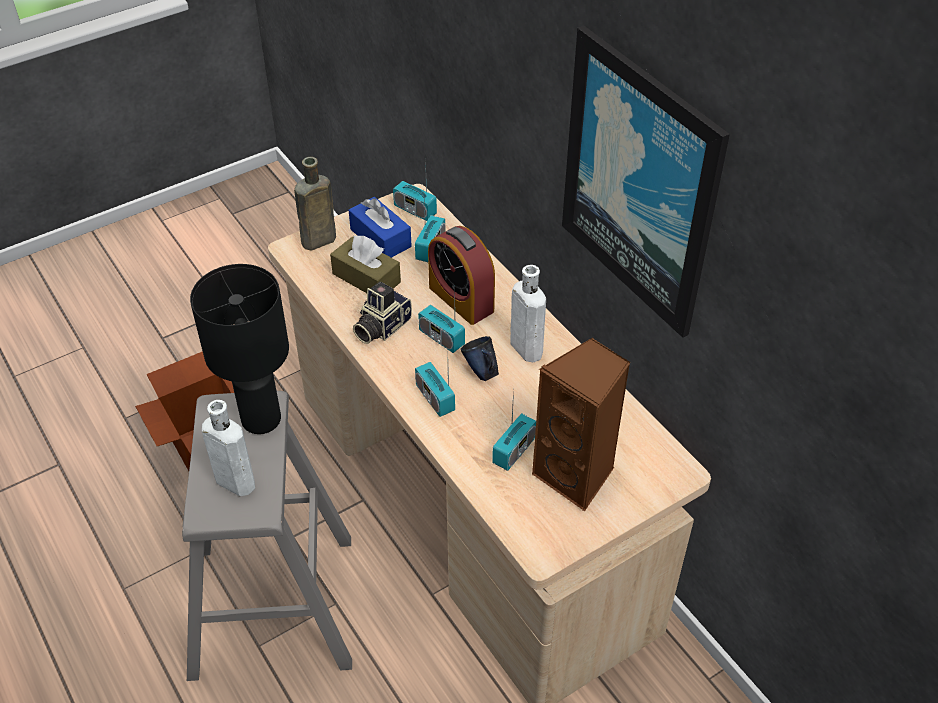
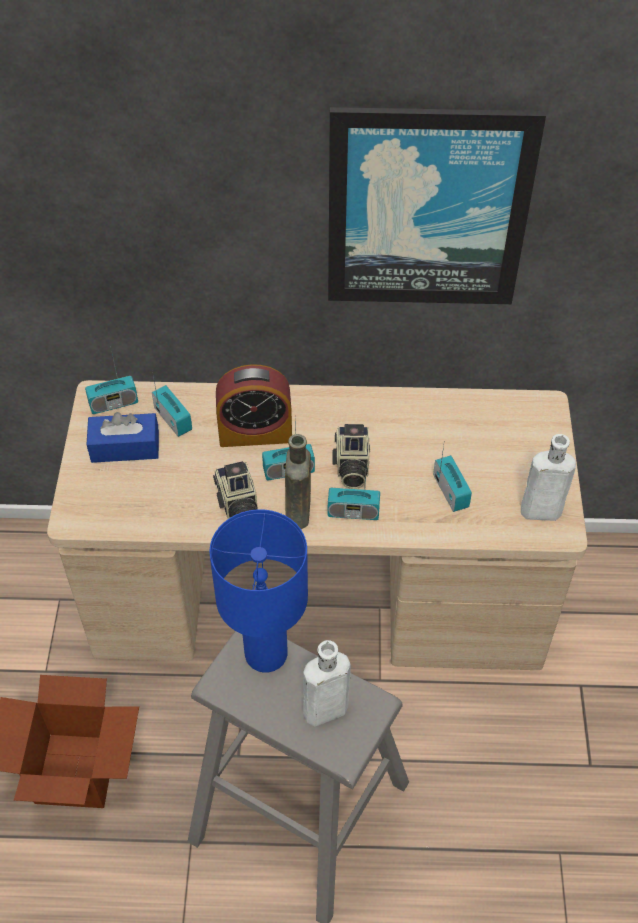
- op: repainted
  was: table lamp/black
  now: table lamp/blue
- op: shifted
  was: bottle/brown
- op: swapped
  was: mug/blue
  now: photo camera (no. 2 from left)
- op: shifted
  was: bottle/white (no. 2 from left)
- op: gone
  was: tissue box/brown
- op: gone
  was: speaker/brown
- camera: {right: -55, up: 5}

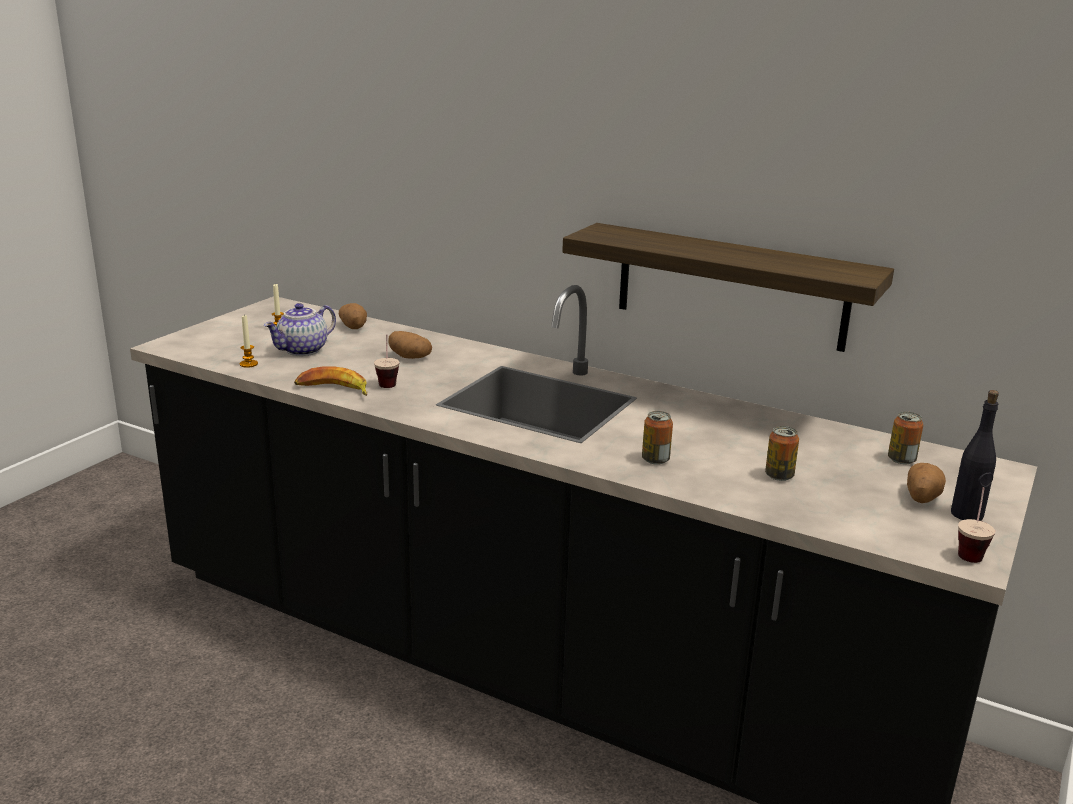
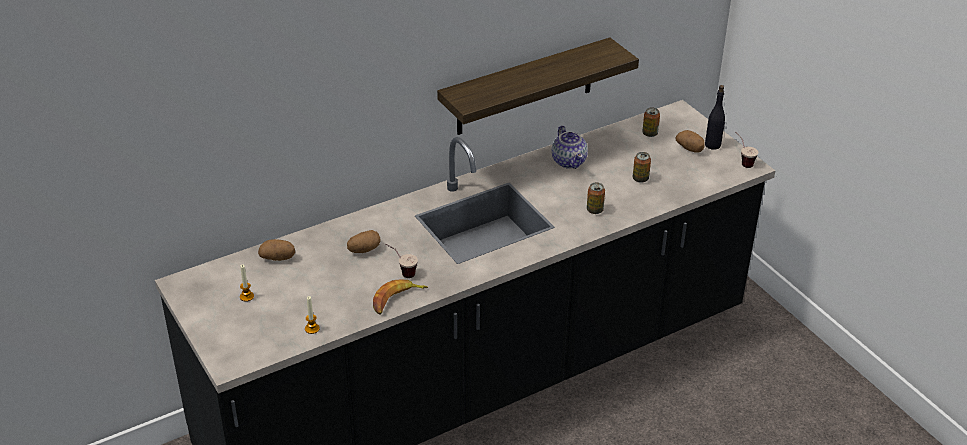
- op: shifted
  was: teapot
- camera: {right: -60, up: 15}

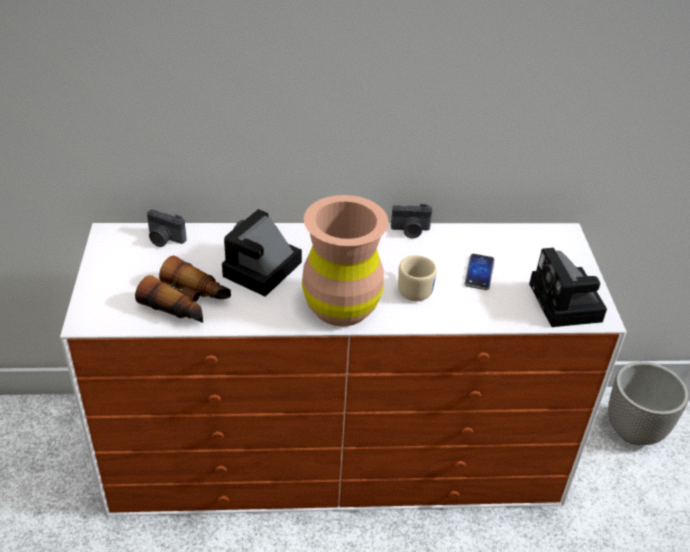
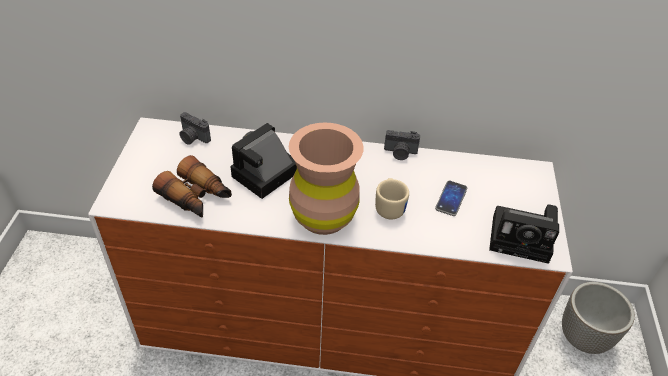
- op: rotated
  was: photo camera (no. 4 from left)
  clockwise: -75
- camera: {right: 10, up: 5}

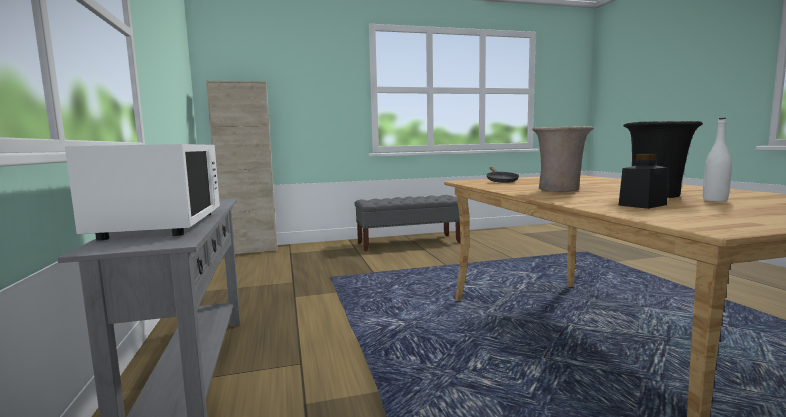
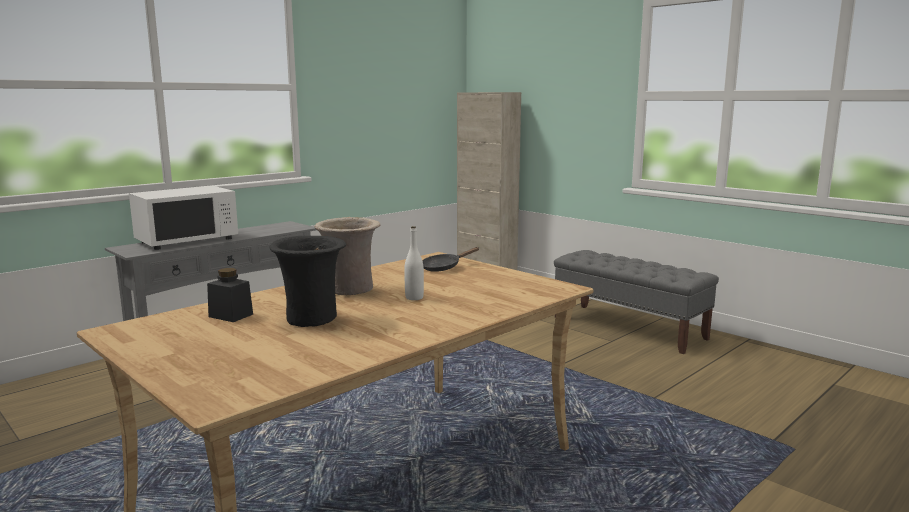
- op: shifted
  was: bottle/white
- camera: {right: 60, up: 5}

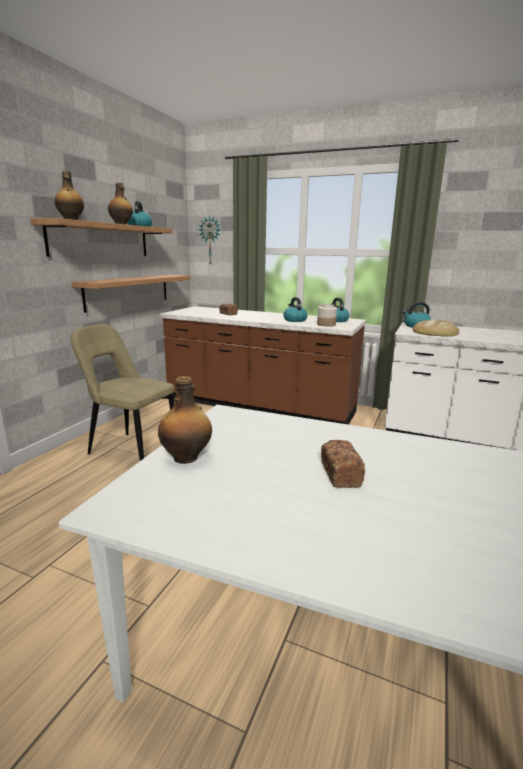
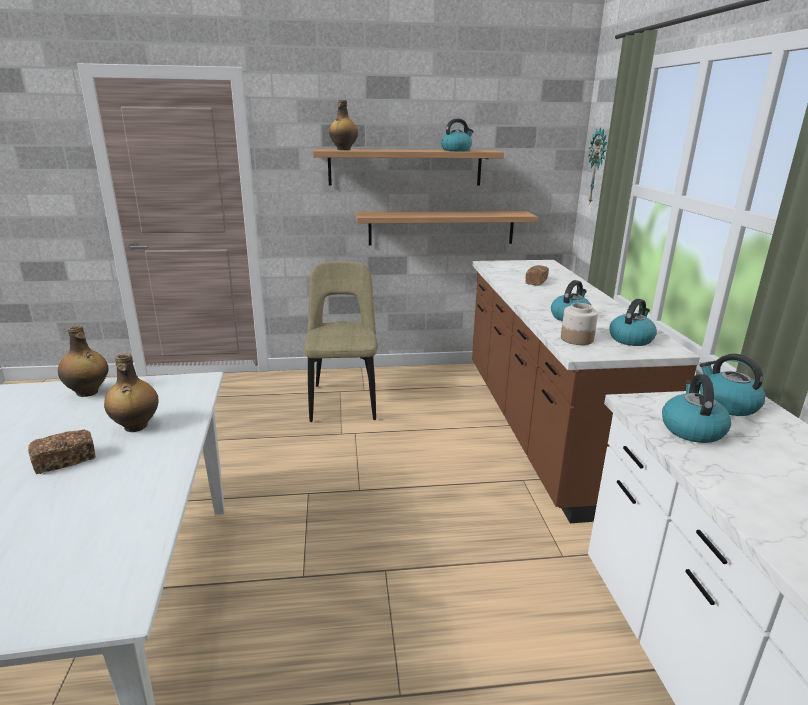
- op: shifted
  was: bottle (no. 2 from left)
- op: swapped
  was: bread (no. 3 from left)
  now: kettle (no. 4 from left)
- camera: {right: 60, up: 5}

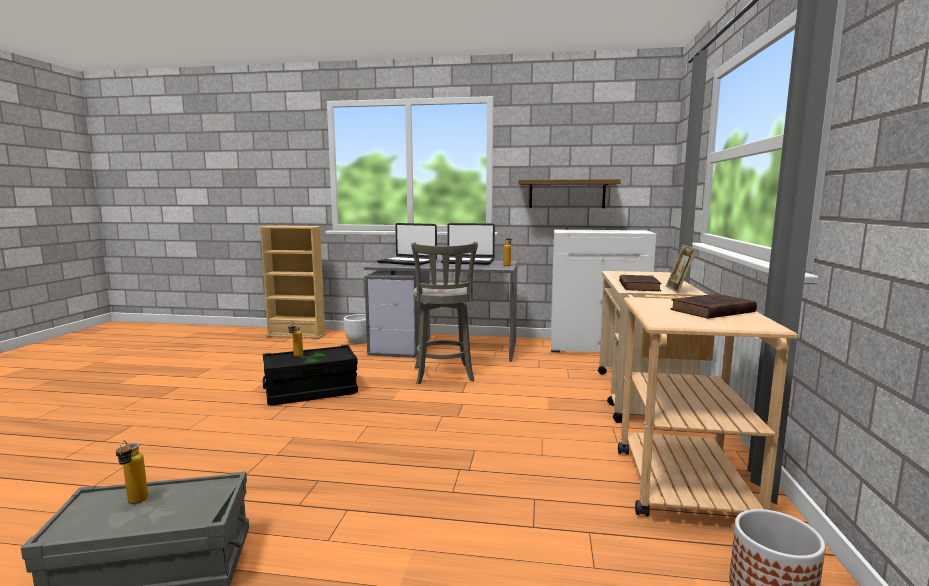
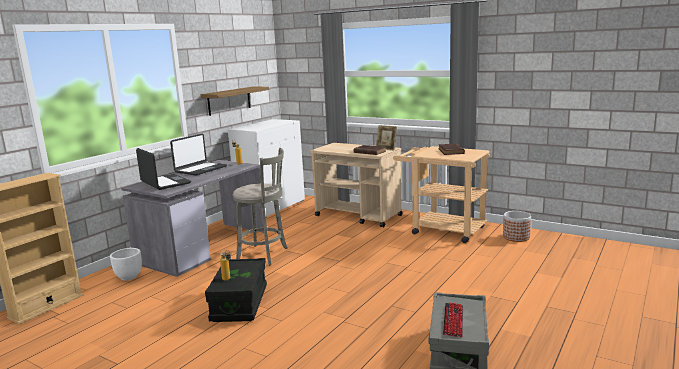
- op: rotated
  was: laptop (no. 1 from left)
  clockwise: -90
- op: swapped
  was: bottle (no. 1 from left)
  now: keyboard
- camera: {right: -65, up: 5}

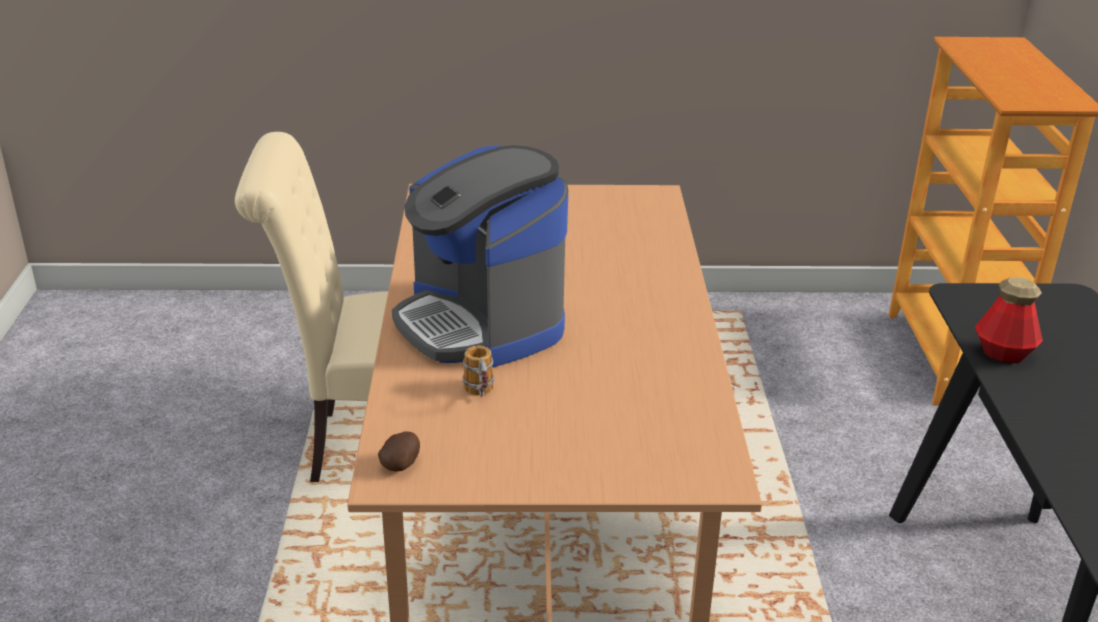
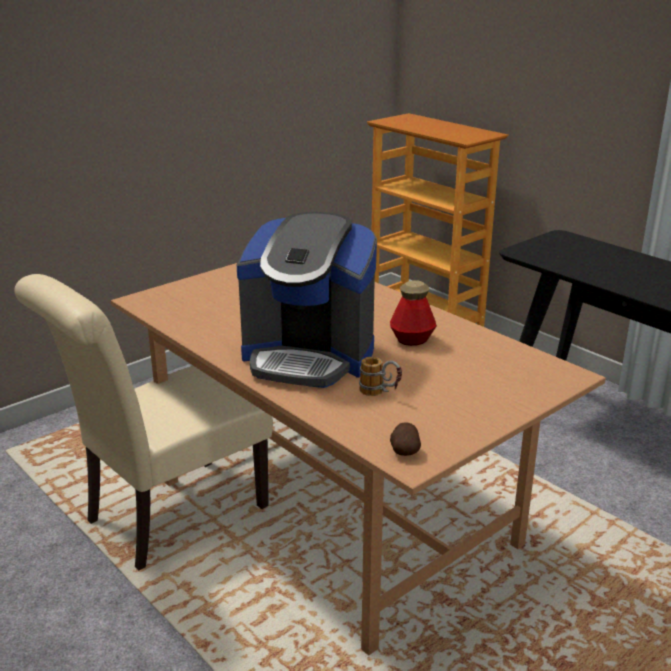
- op: shifted
  was: bottle
- camera: {right: -40, up: -5}

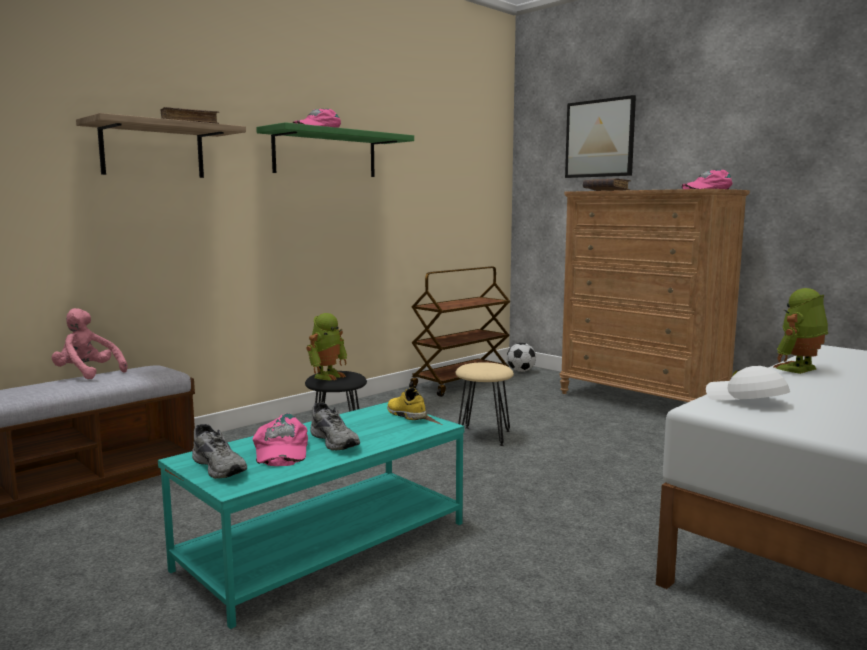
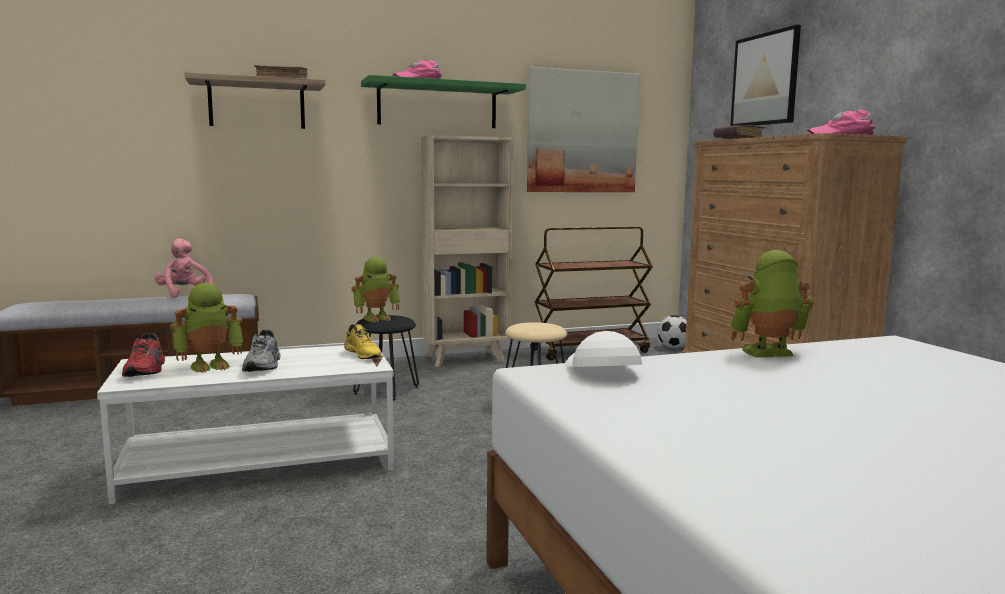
- op: repainted
  was: coffee table/turquoise
  now: coffee table/white
- op: repainted
  was: shoe/grey (no. 1 from left)
  now: shoe/red
- op: swapped
  was: cap/pink (no. 1 from left)
  now: toy robot (no. 1 from left)
- op: rotated
  was: shoe/yellow
  clockwise: 150
- op: new
  now: bookcase/beige
- op: new
  now: picture (no. 1 from left)
- camera: {right: 25, up: 0}

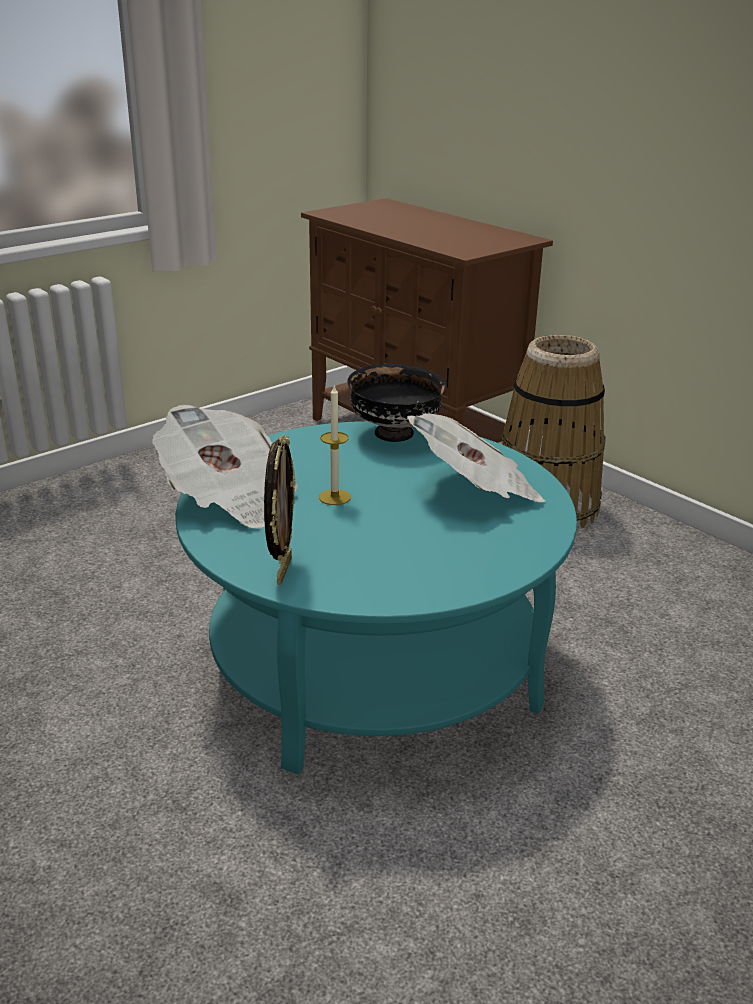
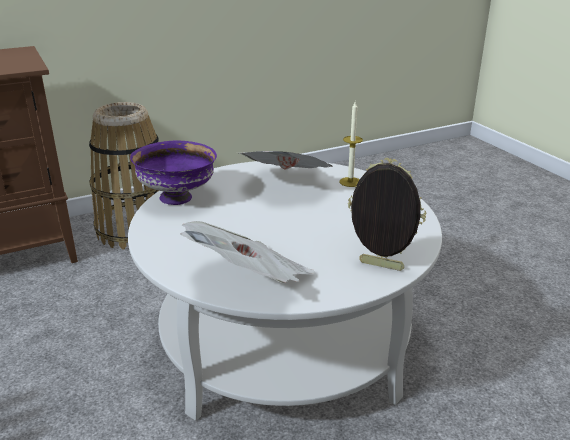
- op: repainted
  was: coffee table/turquoise
  now: coffee table/white
- op: repainted
  was: bowl/black
  now: bowl/purple
- op: shifted
  was: candle
- camera: {right: -75, up: 0}

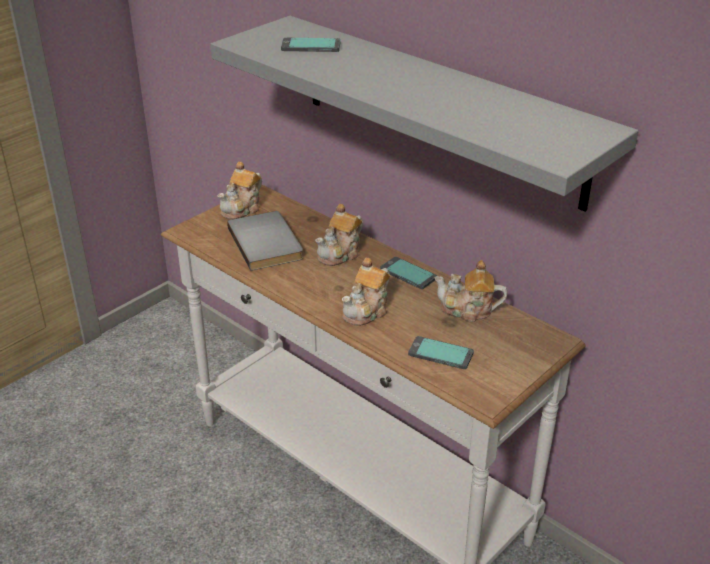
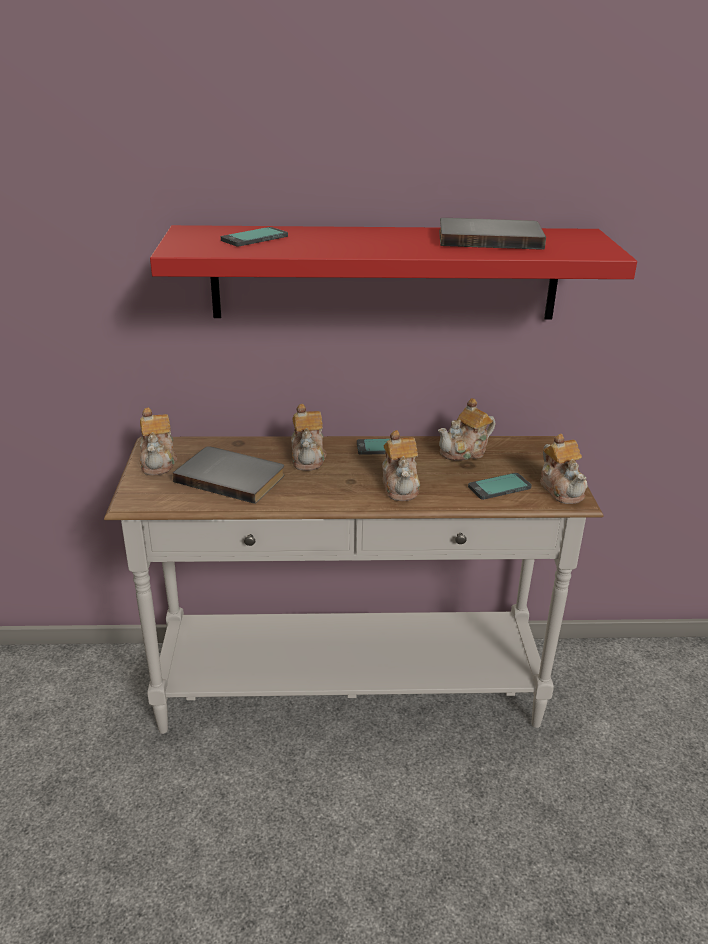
- op: repainted
  was: shelf/grey
  now: shelf/red
- op: new
  now: book/grey (no. 2 from left)
- op: new
  now: teapot (no. 5 from left)
- camera: {right: -45, up: -5}

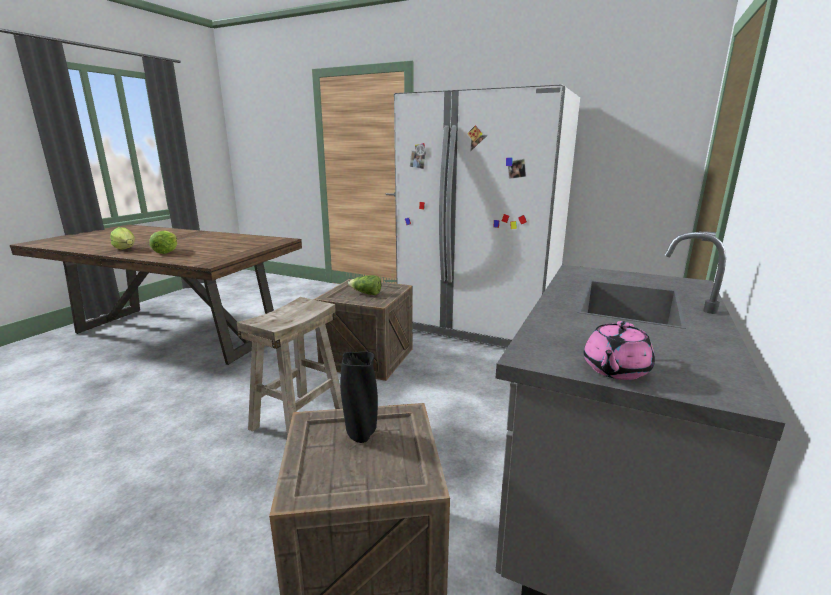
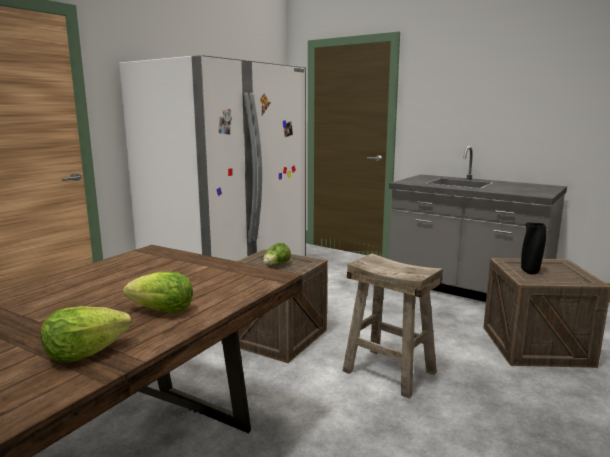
- op: gone
  was: teapot/pink
- camera: {right: -80, up: -5}

